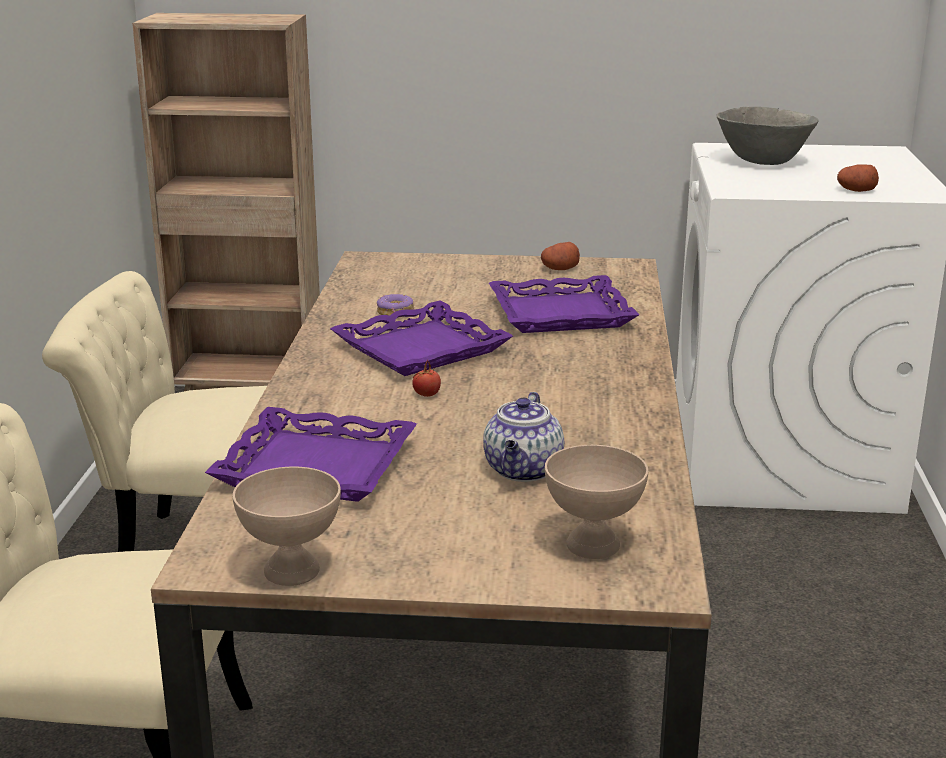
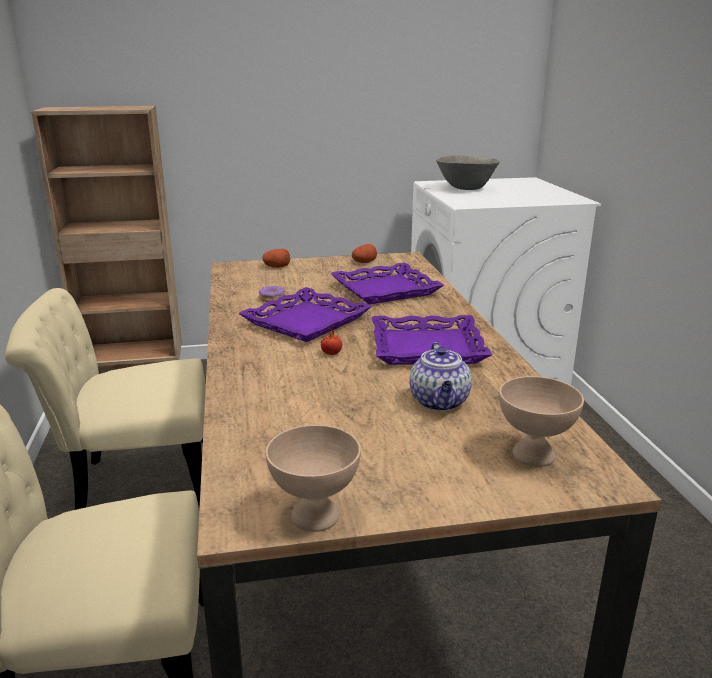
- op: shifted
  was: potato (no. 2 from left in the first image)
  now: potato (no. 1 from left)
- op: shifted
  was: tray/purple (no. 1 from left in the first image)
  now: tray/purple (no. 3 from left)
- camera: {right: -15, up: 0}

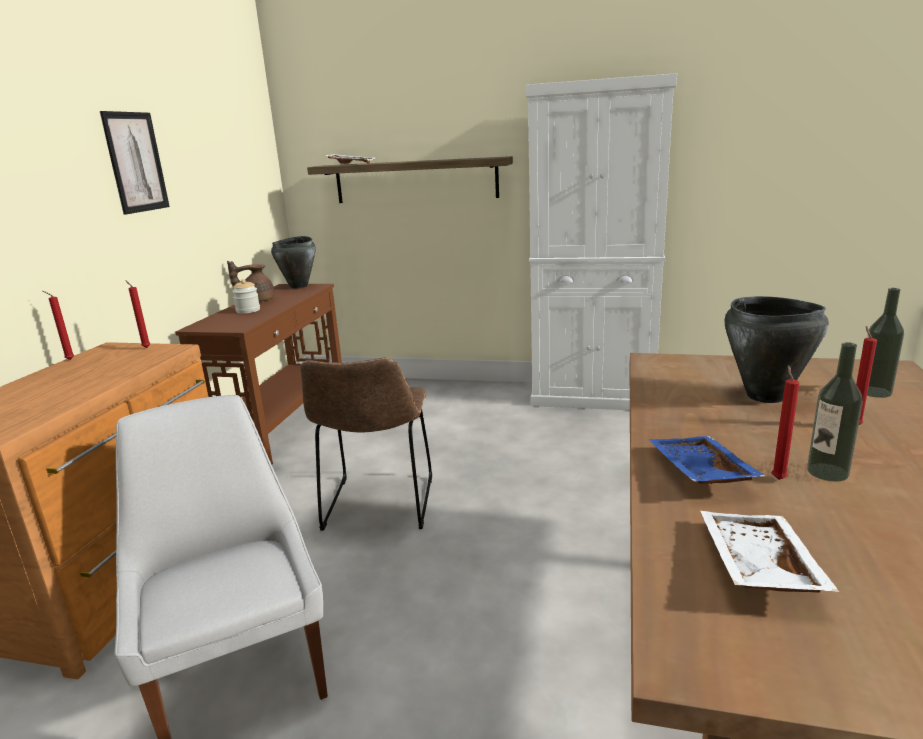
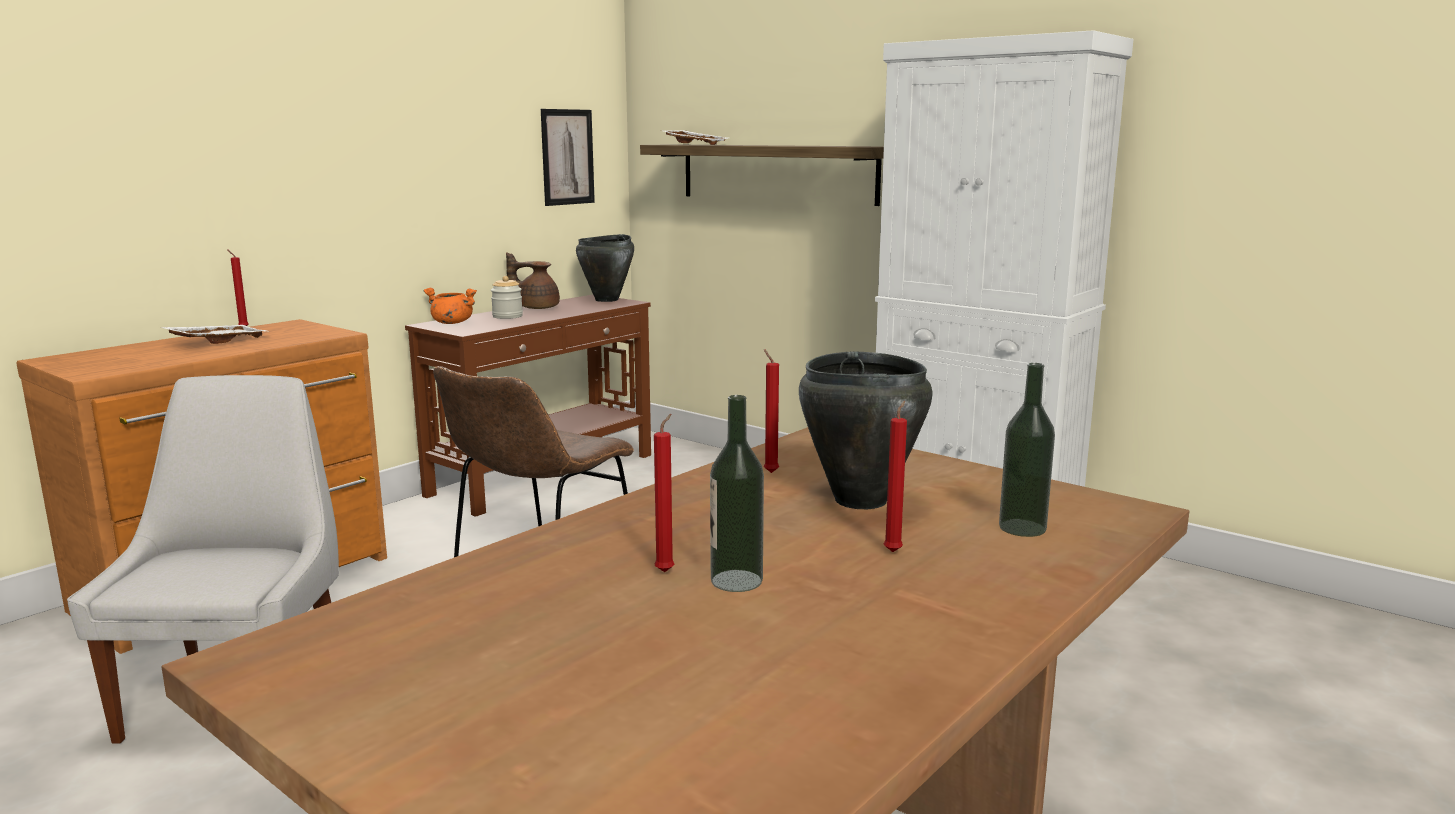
- op: shifted
  was: tray/white (no. 2 from left in the first image)
  now: tray/white (no. 1 from left)
- op: new
  now: cooking pot/orange
- op: shifted
  was: picture
- op: shifted
  was: candle/red (no. 2 from left in the first image)
  now: candle/red (no. 3 from left)
- op: gone
  was: tray/blue
- camera: {right: 25, up: -5}

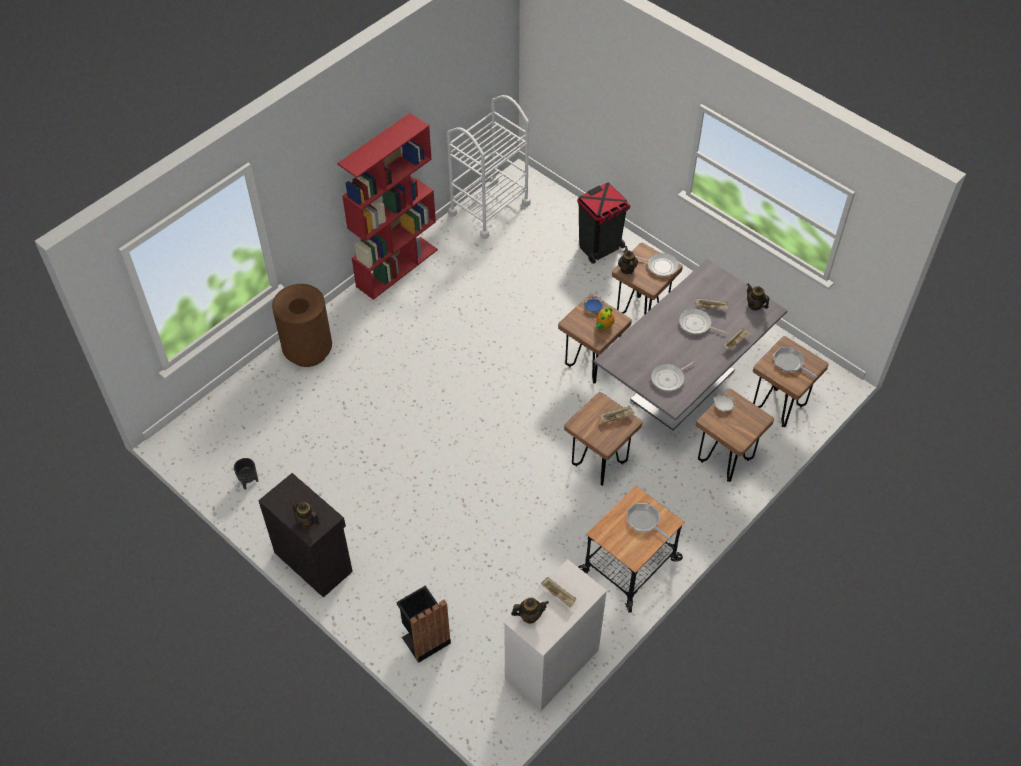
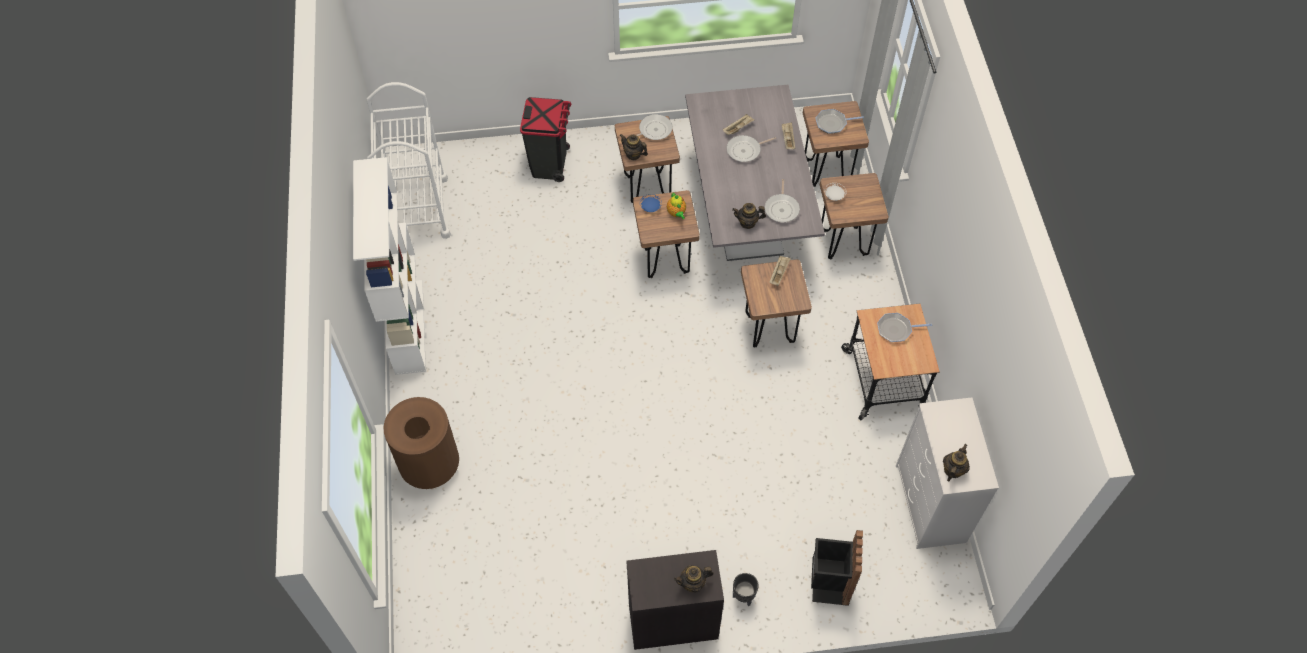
- op: repainted
  was: bookcase/red
  now: bookcase/white
- op: shifted
  was: teapot (no. 5 from left in the first image)
  now: teapot (no. 4 from left)
- op: shifted
  was: planter/black
- op: gone
  was: tray/beige (no. 1 from left)
- camera: {right: -50, up: 5}

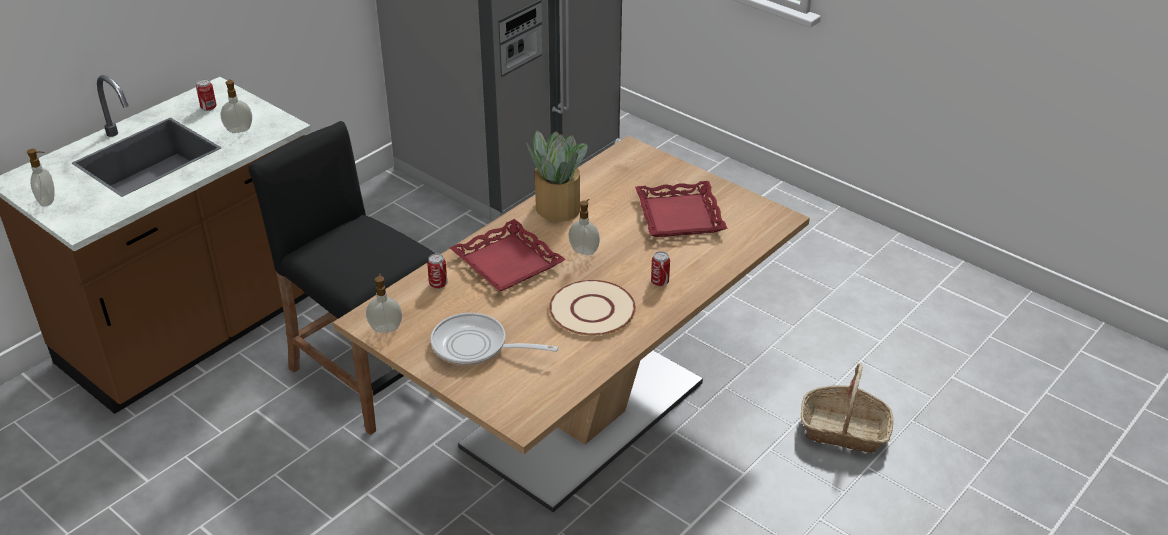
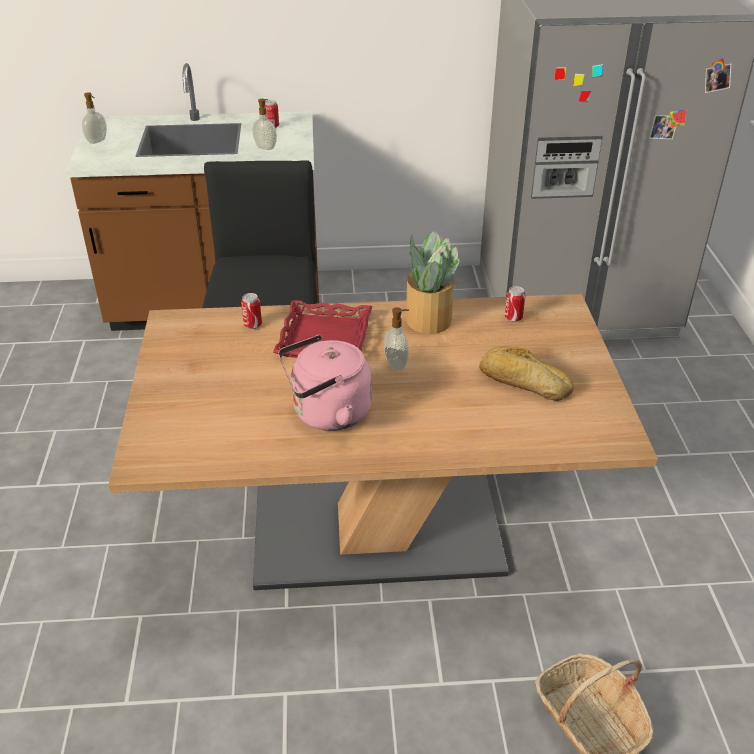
- op: swapped
  was: plate/beige
  now: kettle/pink
- op: swapped
  was: tray/red (no. 2 from left)
  now: bread
- op: shifted
  was: can (no. 3 from left)
- op: gone
  was: soap dispenser (no. 3 from left)
- op: gone
  was: frying pan
- camera: {right: 45, up: 0}

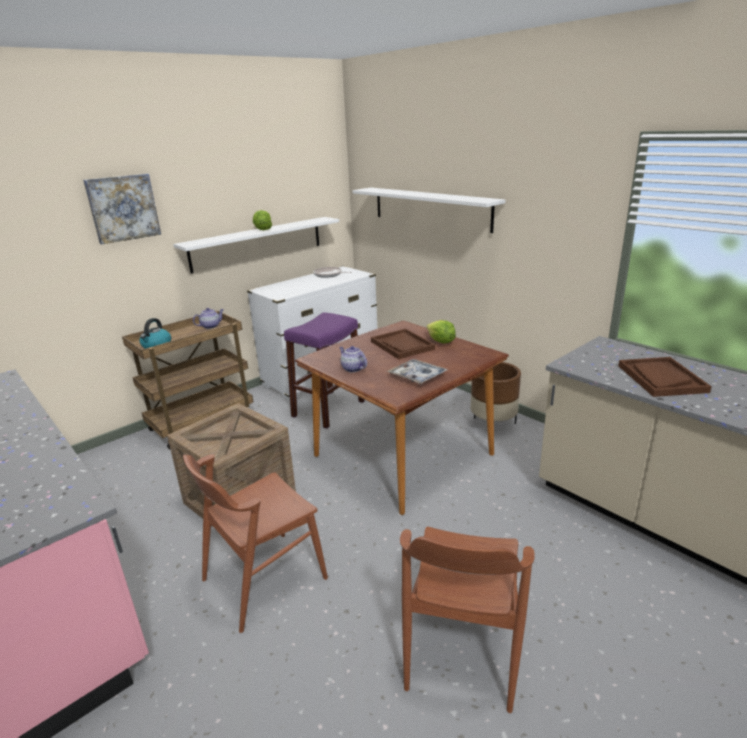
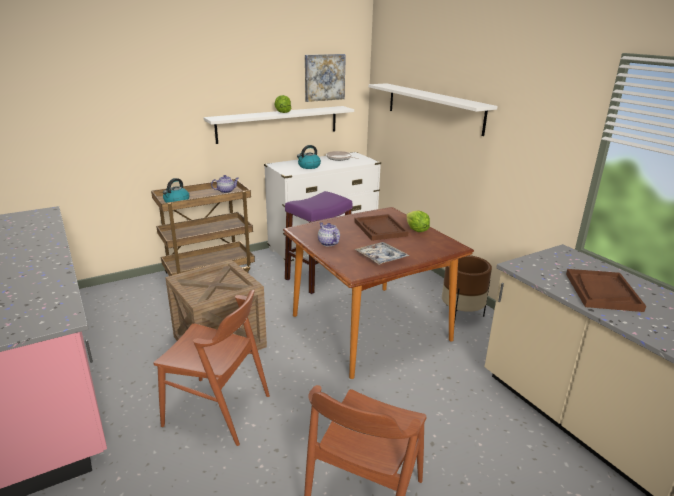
- op: rotated
  was: chair/brown (no. 1 from left)
  clockwise: -135
- op: new
  now: kettle (no. 2 from left)
- op: shifted
  was: picture
- camera: {right: 10, up: 0}

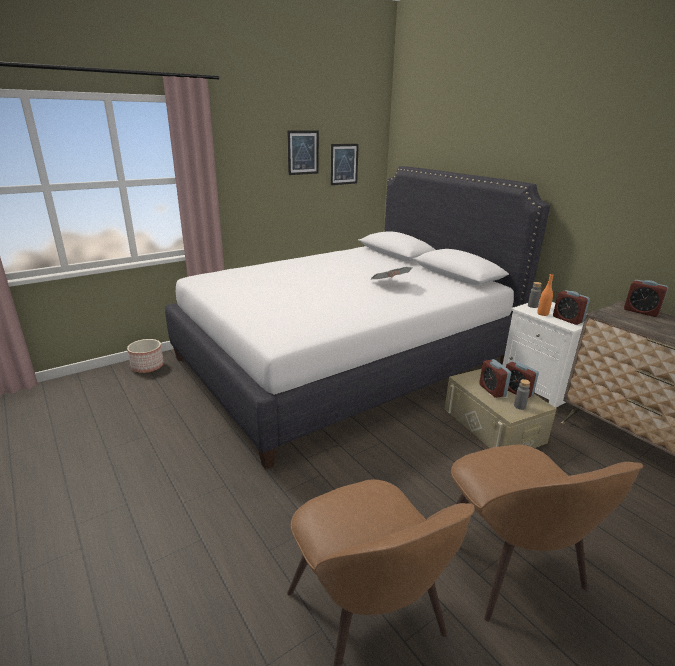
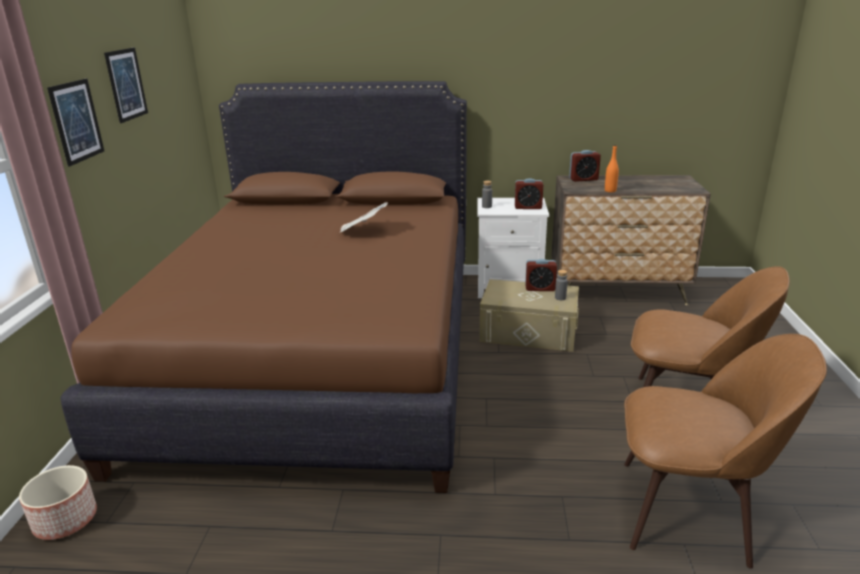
- op: shifted
  was: picture (no. 2 from left in the first image)
  now: picture (no. 1 from left)
- op: repainted
  was: bed/white
  now: bed/brown
- op: shifted
  was: bottle/orange
- op: gone
  was: alarm clock (no. 1 from left)
- camera: {right: -50, up: 0}

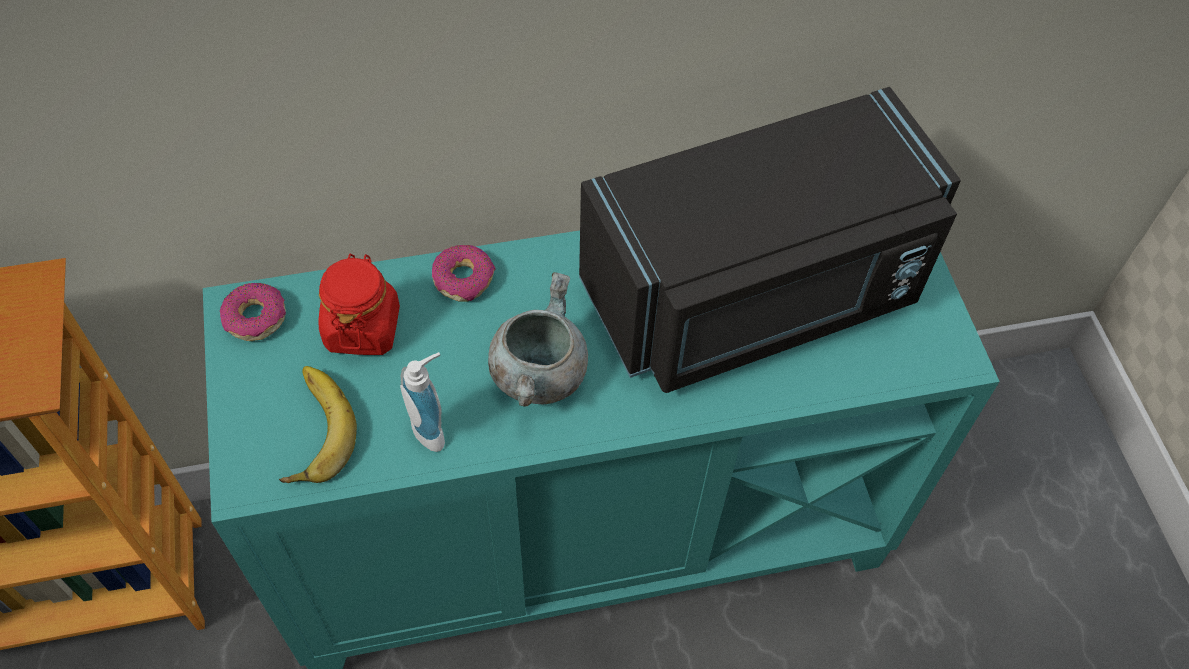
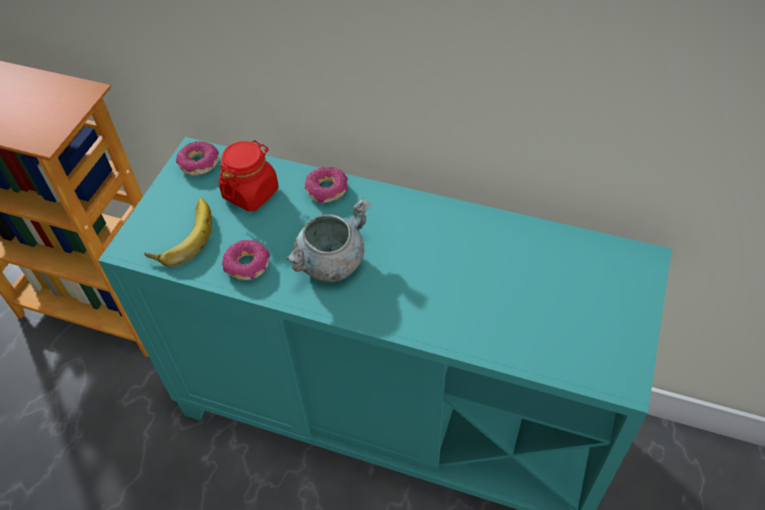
- op: swapped
  was: soap dispenser
  now: donut (no. 2 from left)
- op: gone
  was: microwave/black
- camera: {right: 35, up: -5}

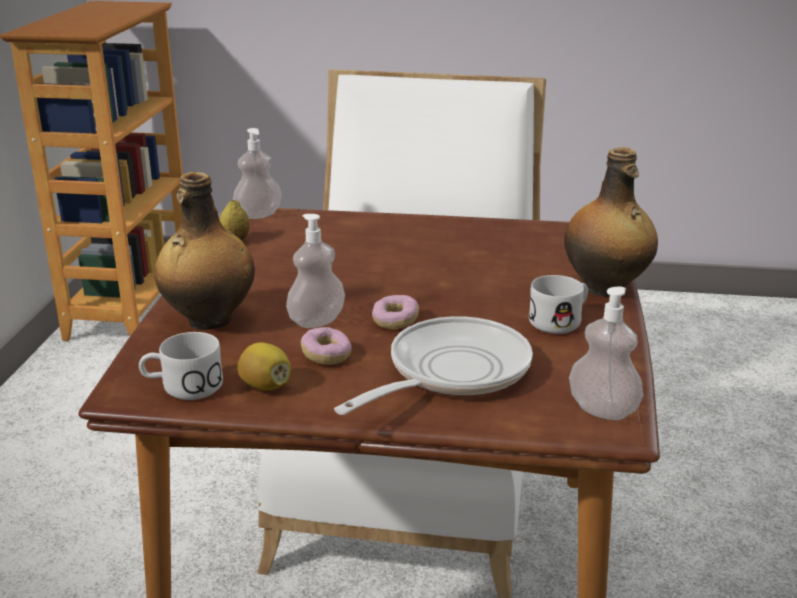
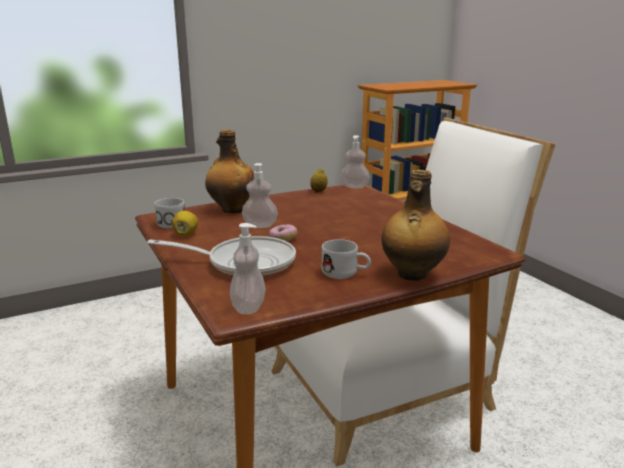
- op: gone
  was: donut (no. 1 from left)
- camera: {right: 55, up: -5}

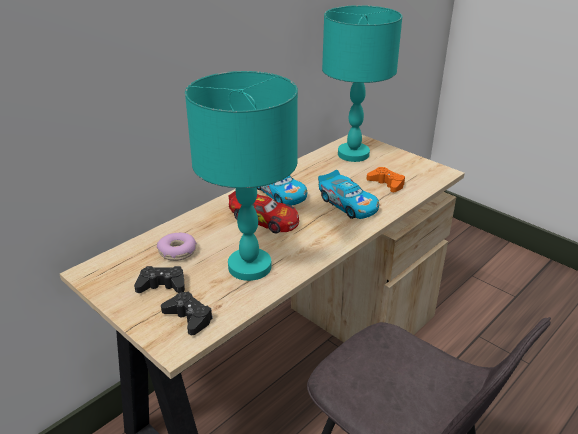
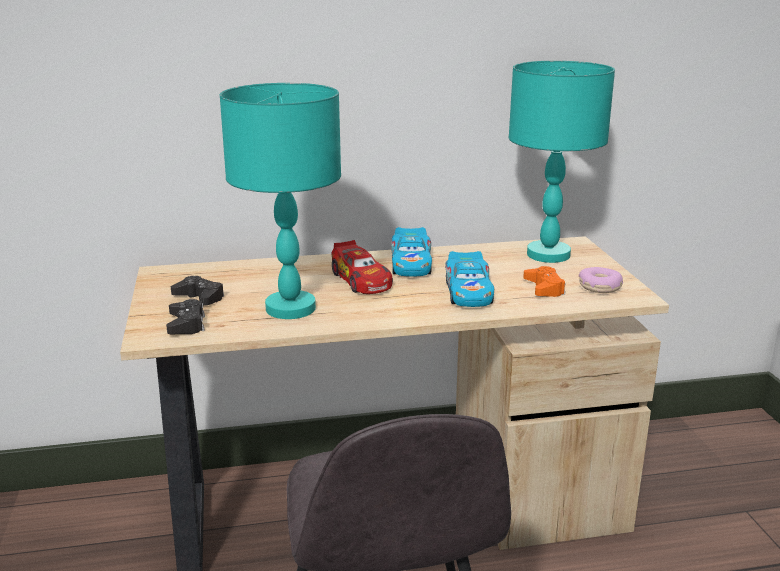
- op: shifted
  was: donut
- camera: {right: 35, up: -10}

